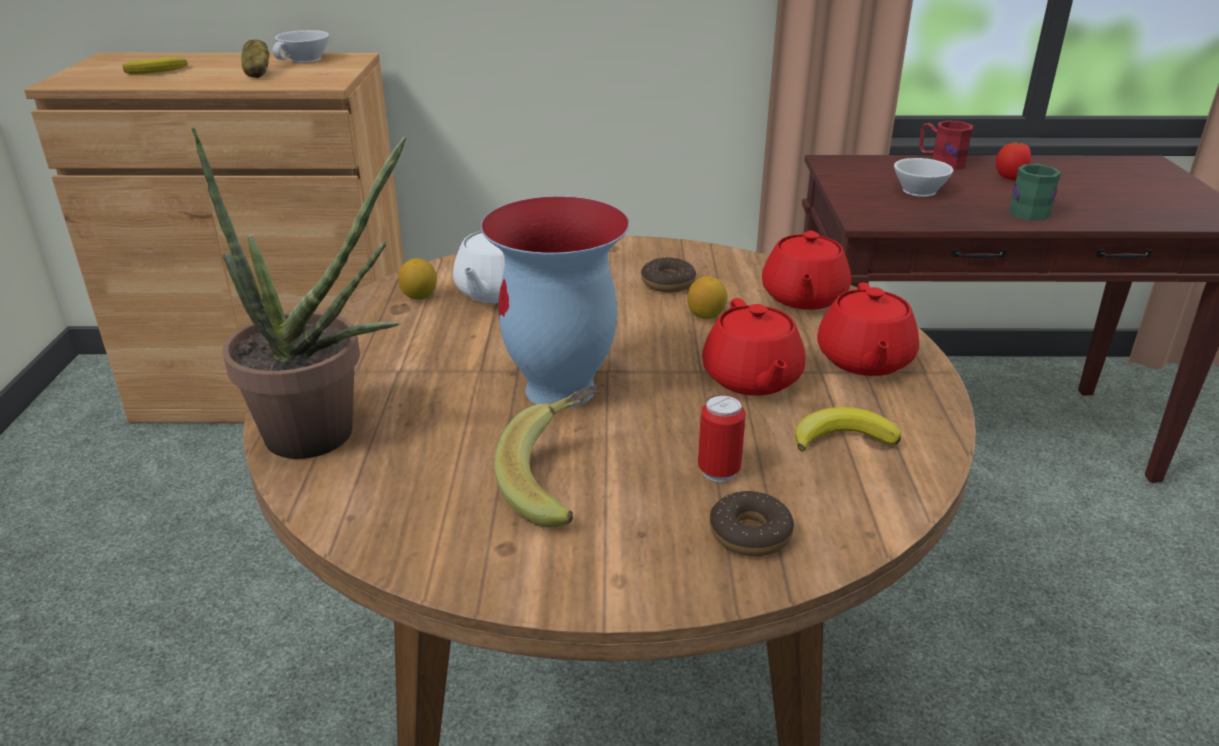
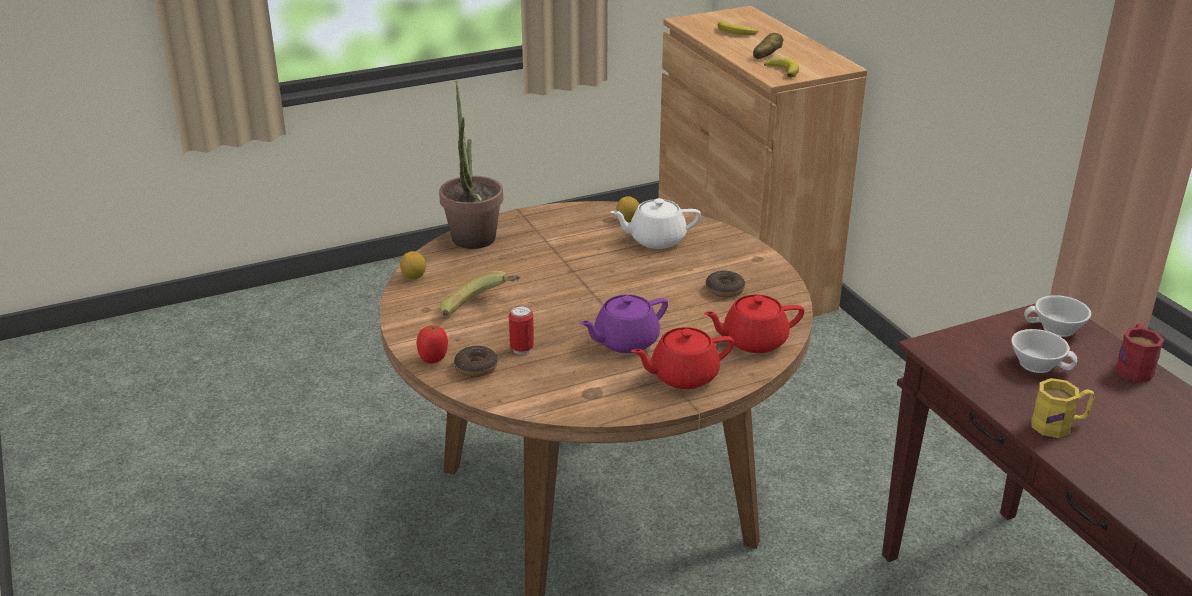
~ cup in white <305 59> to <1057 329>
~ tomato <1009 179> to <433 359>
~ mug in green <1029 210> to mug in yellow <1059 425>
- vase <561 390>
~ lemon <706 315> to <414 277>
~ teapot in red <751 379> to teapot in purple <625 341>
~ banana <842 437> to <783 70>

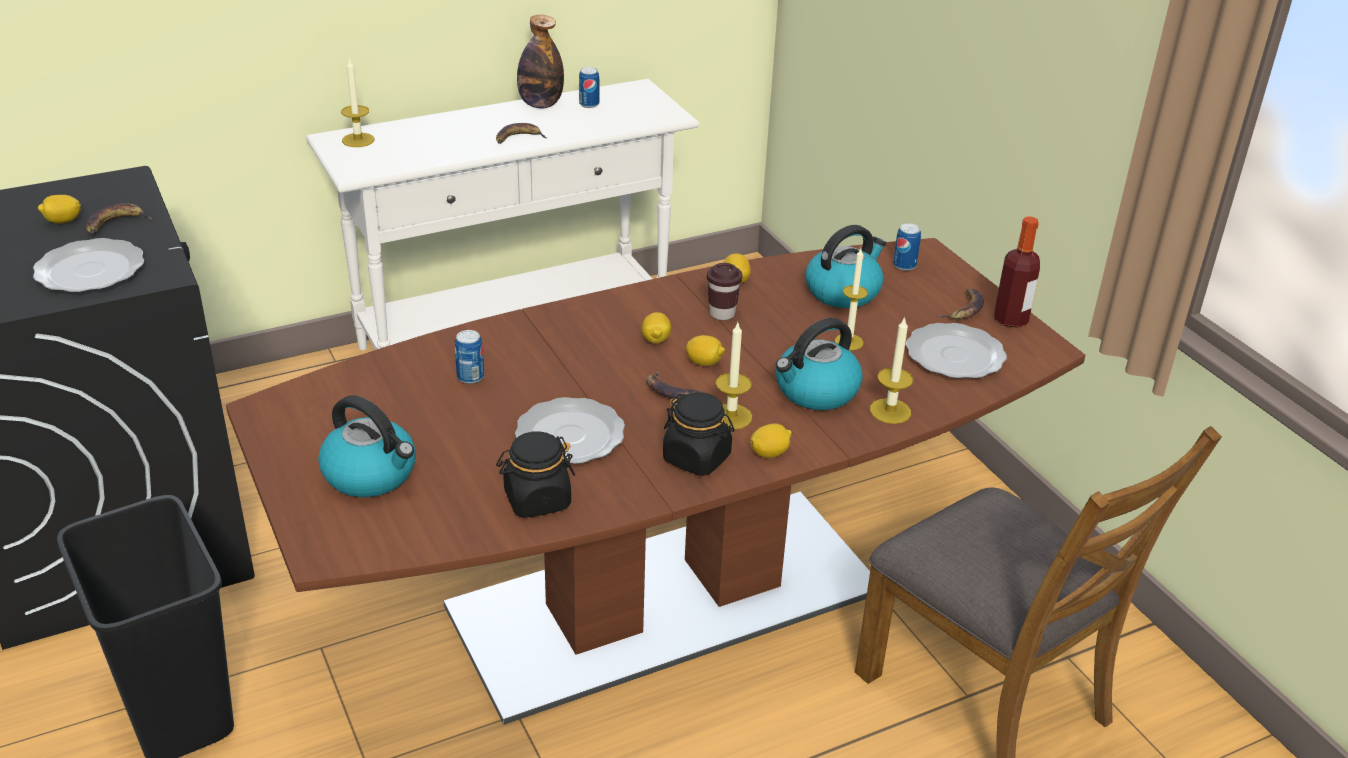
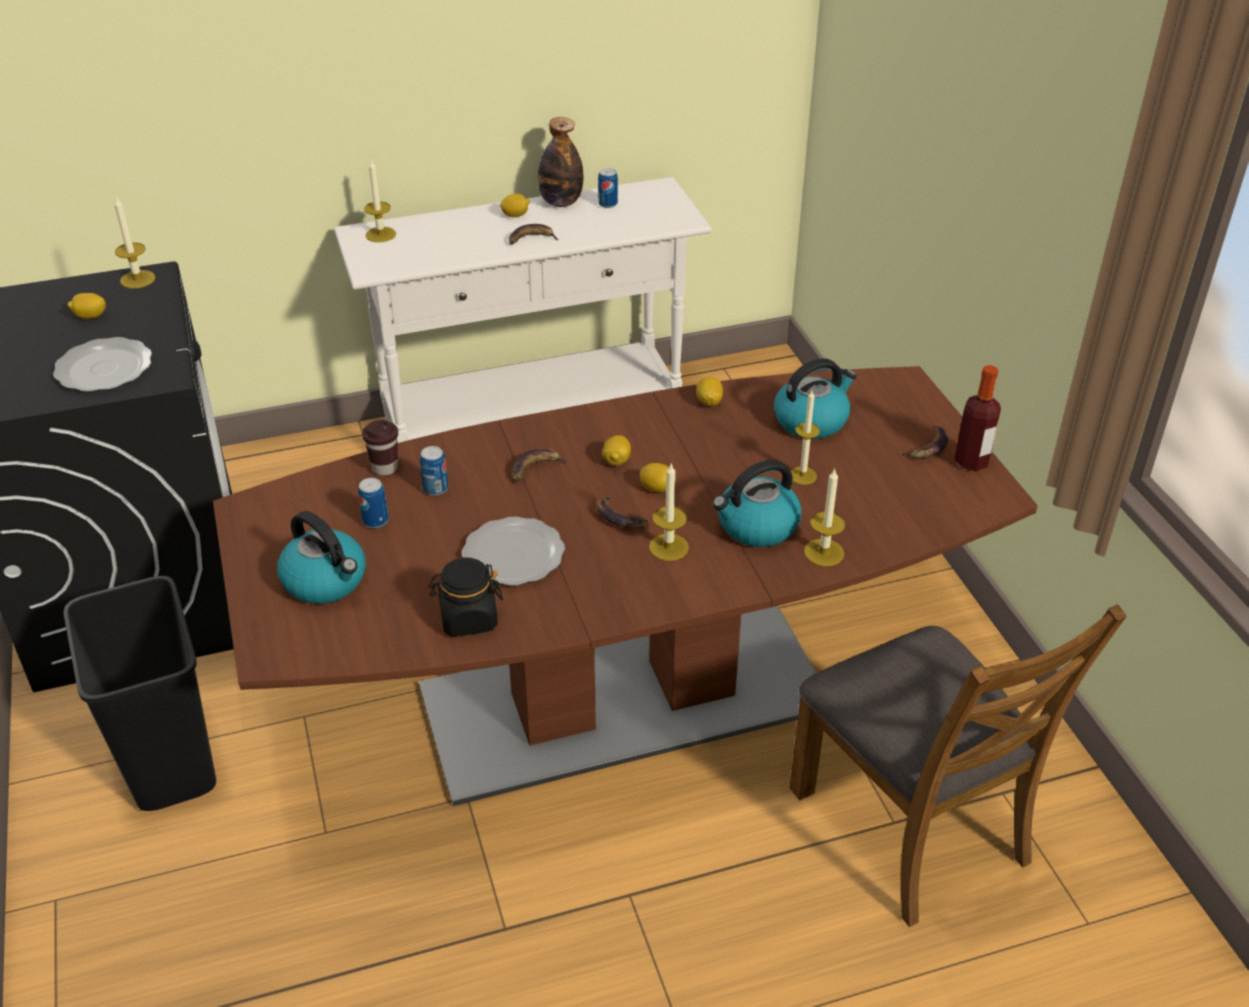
~ banana <115 224> to <536 469>
~ can <904 265> to <375 521>
~ cup in brown <722 314> to <385 468>
- plate <955 356>
- jar in black <697 458>
~ lemon <770 453> to <515 215>
+ candle <137 279>

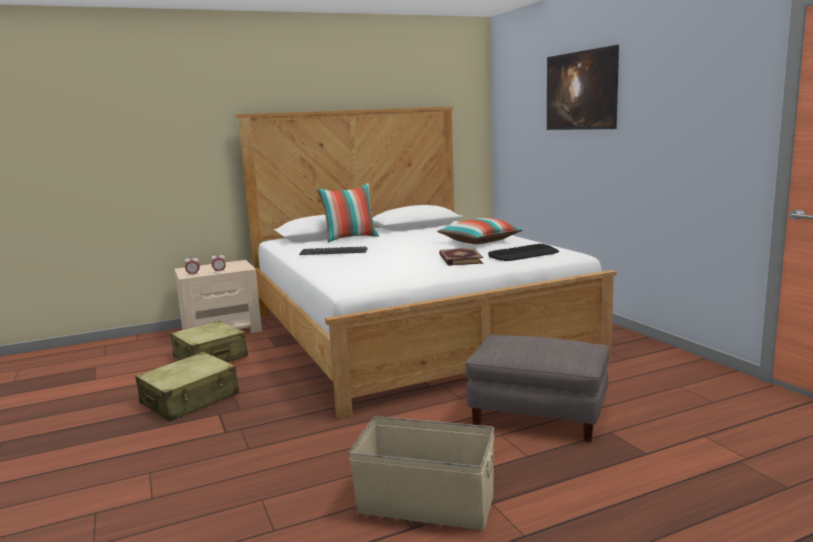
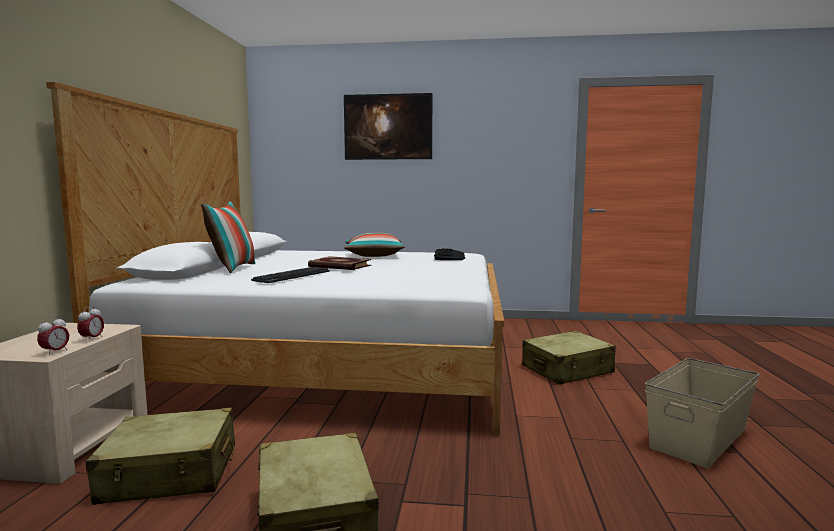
~ book <459 259> to <339 266>
~ ottoman in grey <539 414> to suitcase in beige <567 370>

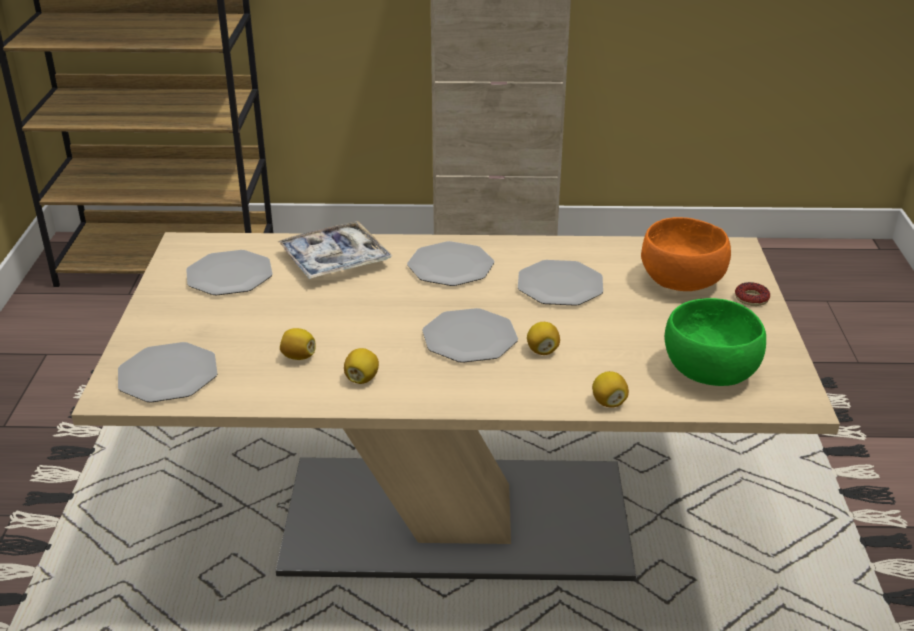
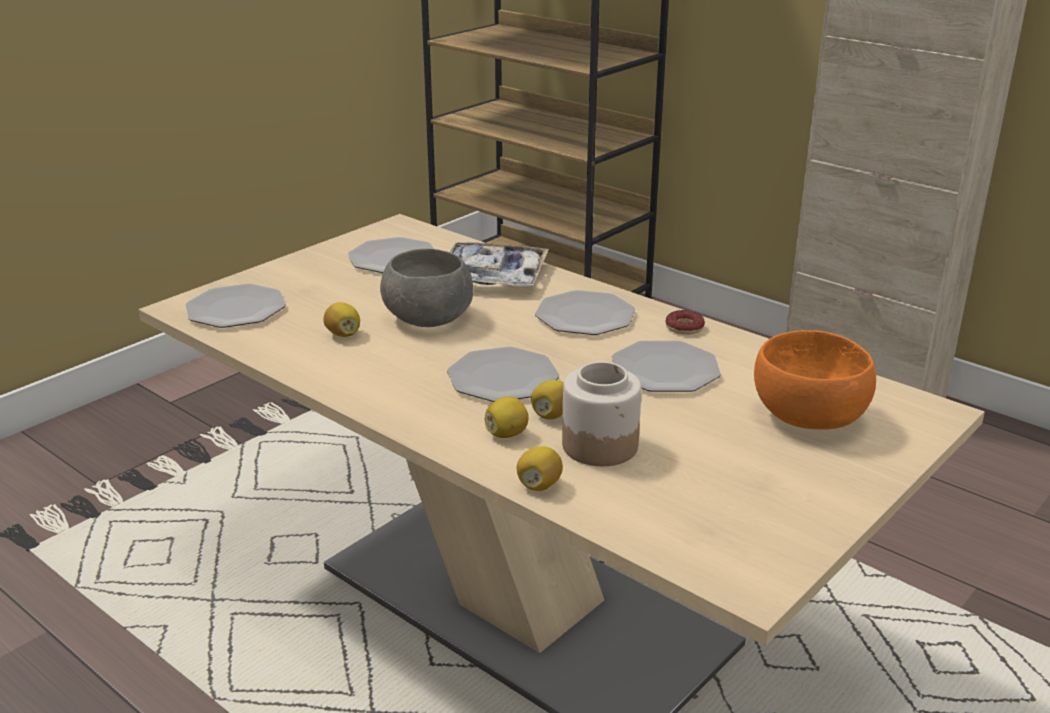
~ donut <751 298> to <684 327>
- bowl in green <710 372>
~ lemon <362 379> to <507 434>
+ bowl in grey <428 317>
+ jar <600 445>

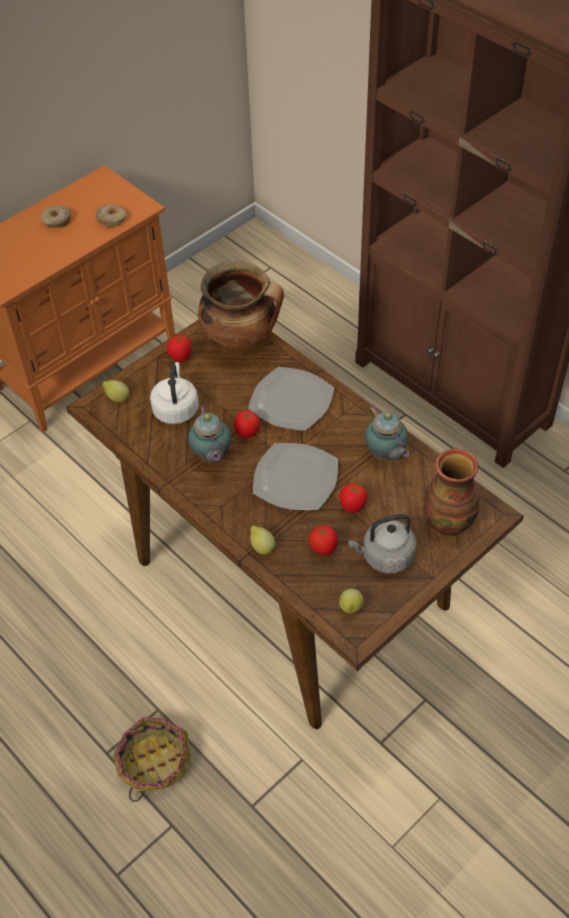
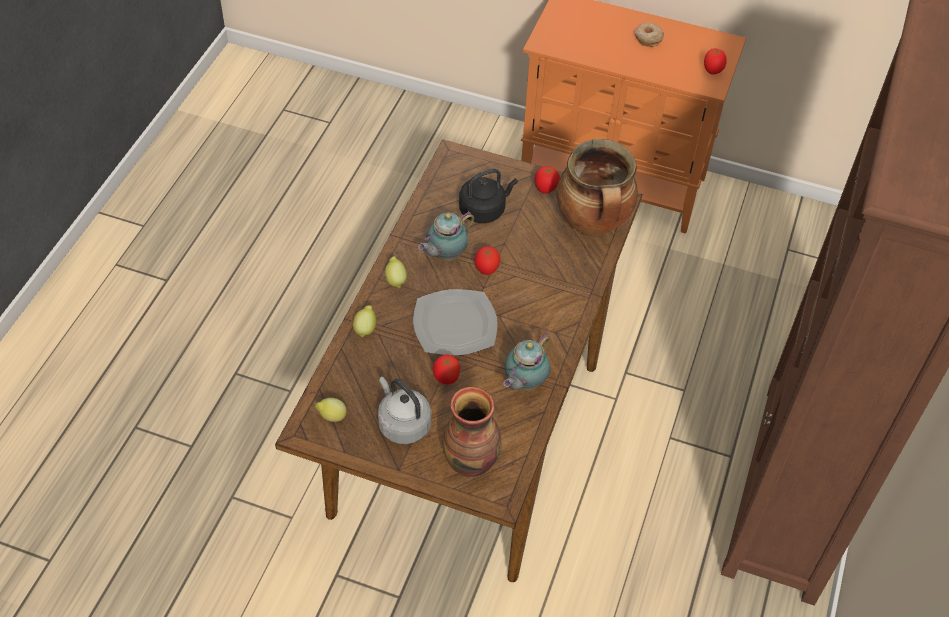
- donut <112 219>
~ kettle in white <176 408> to kettle in black <484 210>
- plate <292 401>
~ lemon <117 398> to <395 280>
~ tomato <323 549> to <712 71>
- basket <153 762>

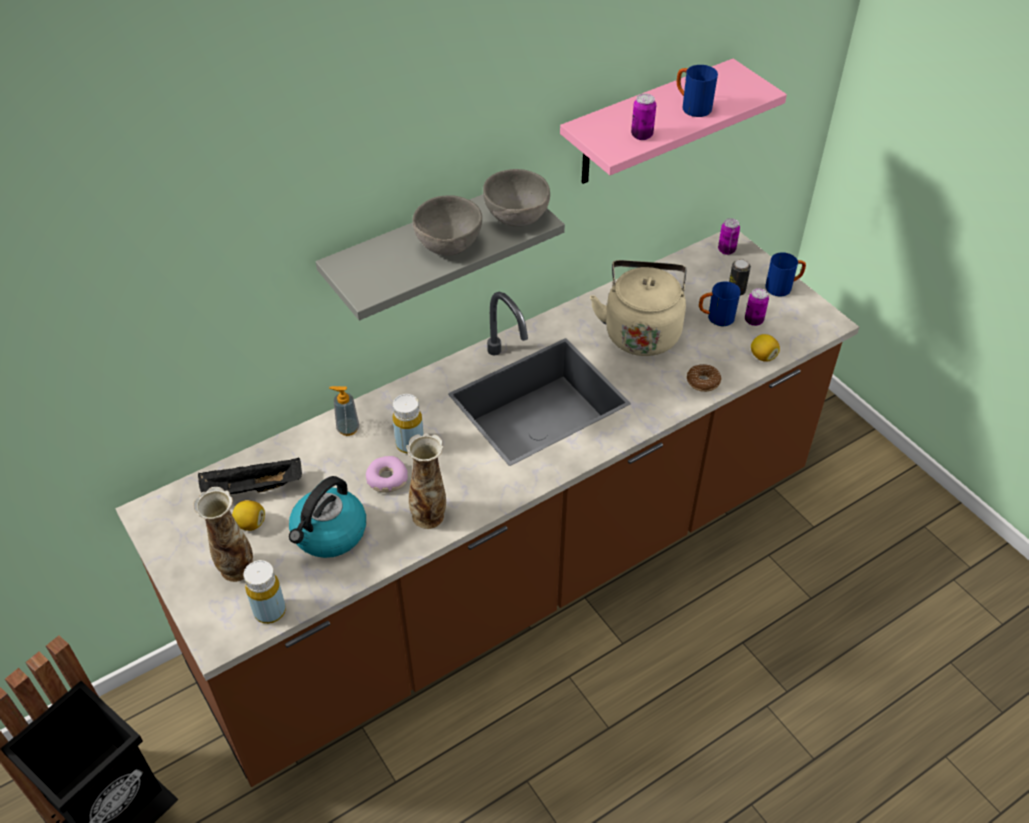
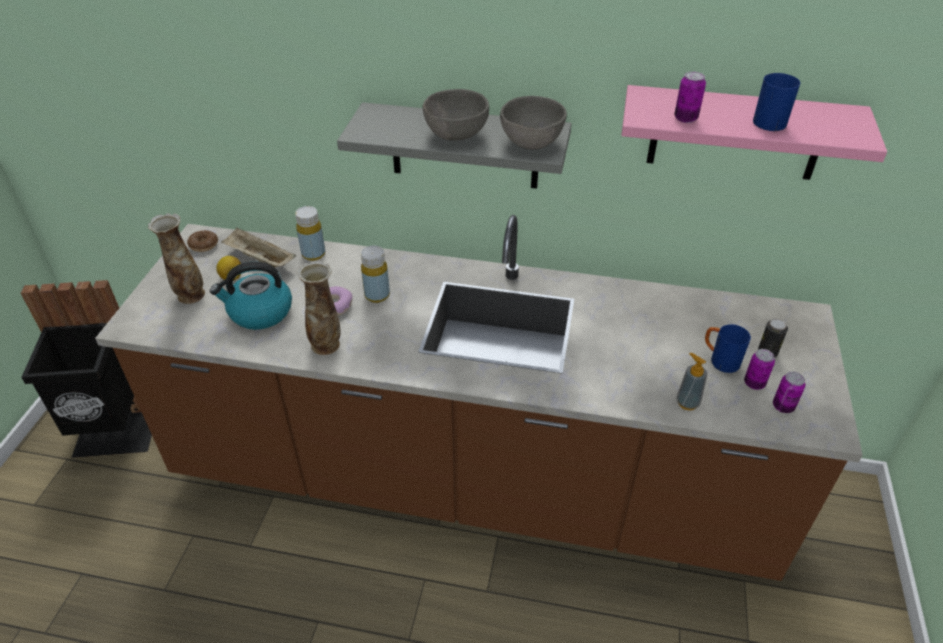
~ can <726 250> to <783 406>
- mug in blue <783 287>
- kettle in beige <641 331>
- lemon <763 356>
~ donut <703 382> to <204 245>
~ soap dispenser <348 428> to <687 402>
~ tray in black <252 489> to tray in beige <259 259>
~ bottle in yellow <270 611> to <313 254>

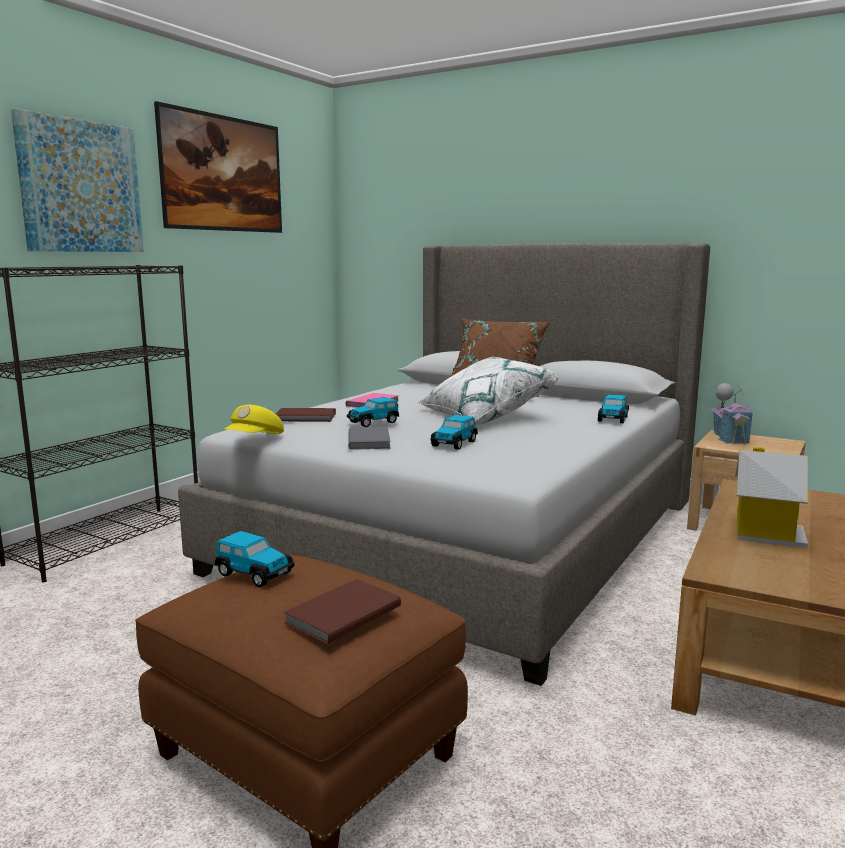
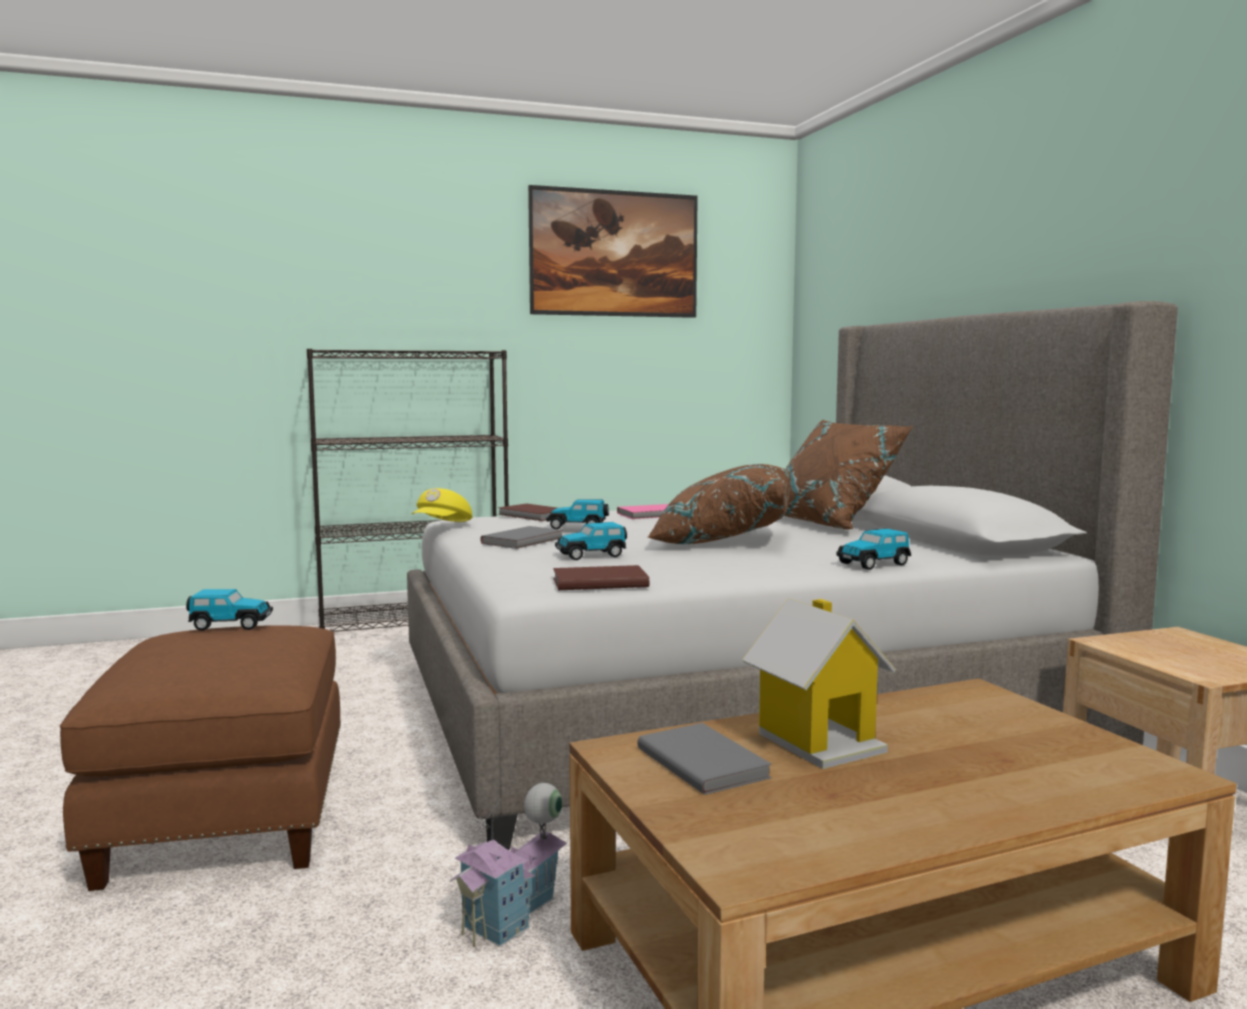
- picture <80 187>
~ pillow in white <484 416> to pillow in brown <722 539>
~ toy house <729 438> to <513 915>
~ cap in yellow <255 439> = <442 526> 45 degrees counterclockwise
~ toy car <253 573> = <229 625> 75 degrees counterclockwise
~ book in brown <340 614> to <598 582>
+ book in grey <704 762>

